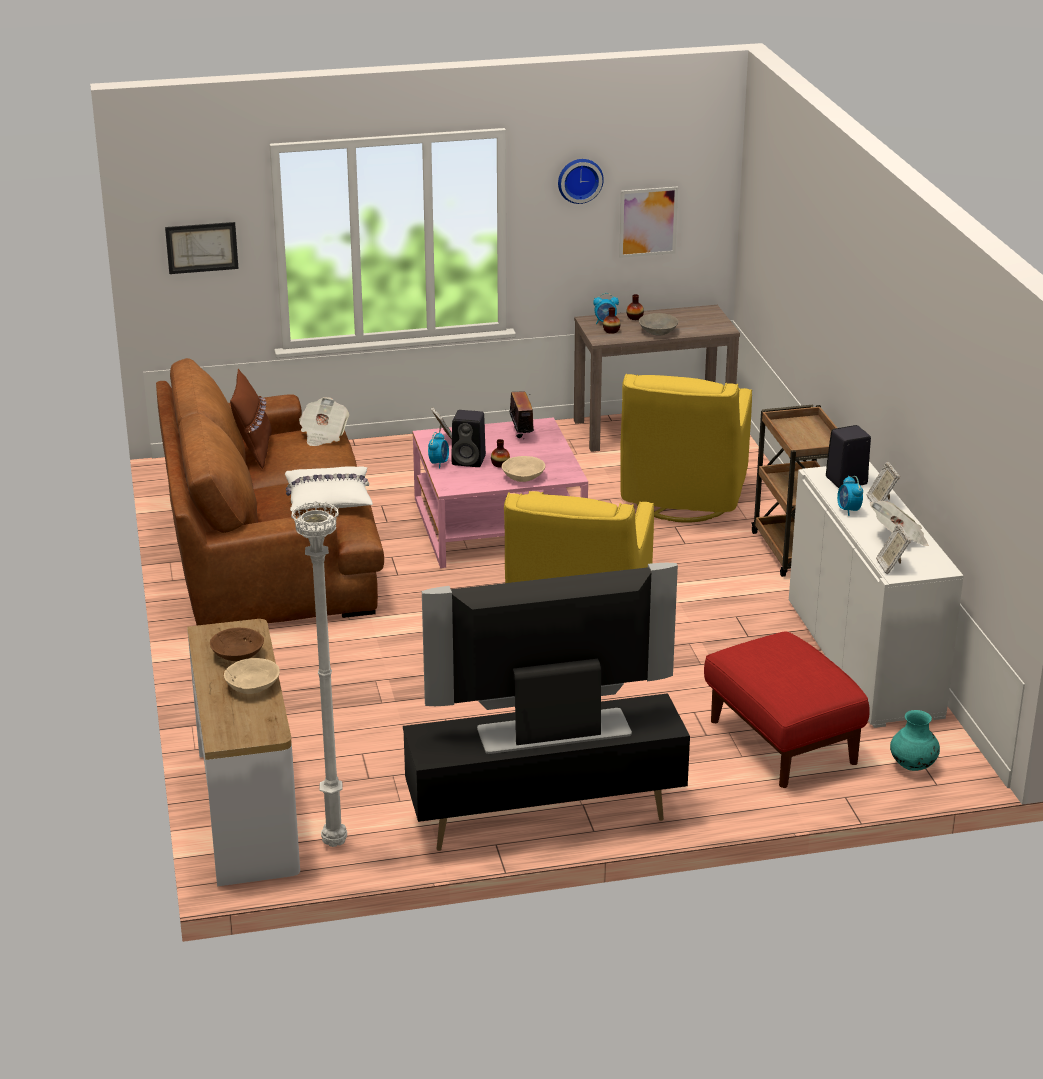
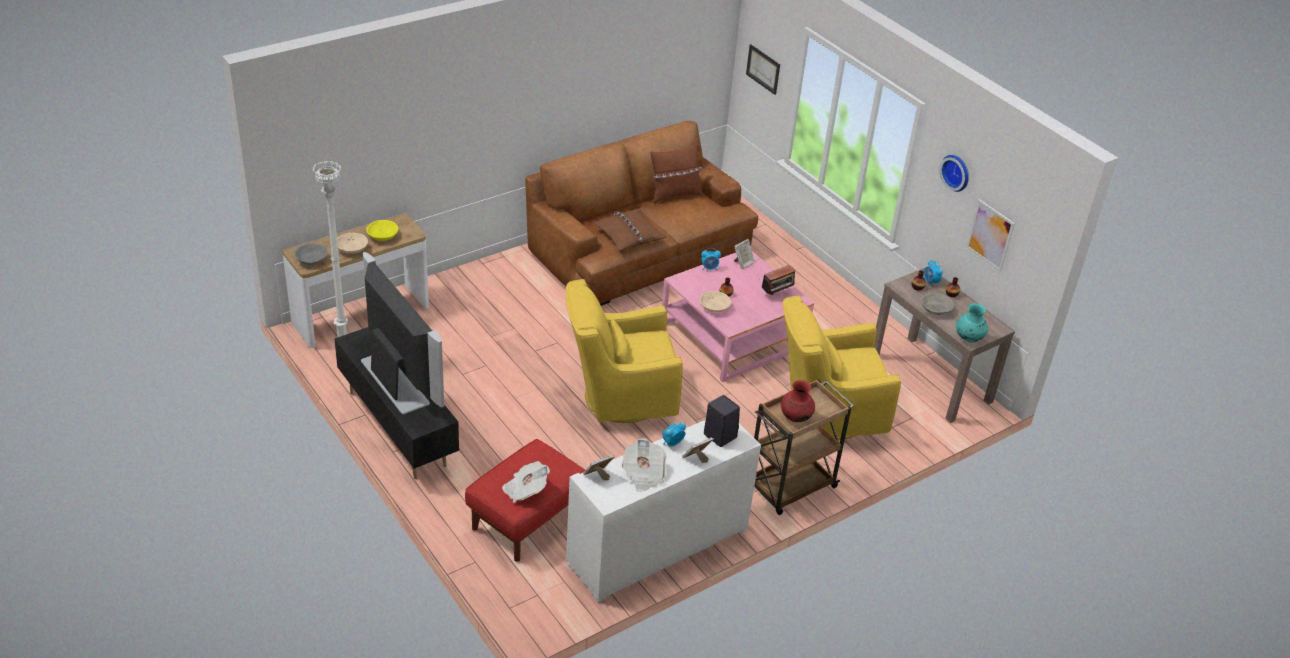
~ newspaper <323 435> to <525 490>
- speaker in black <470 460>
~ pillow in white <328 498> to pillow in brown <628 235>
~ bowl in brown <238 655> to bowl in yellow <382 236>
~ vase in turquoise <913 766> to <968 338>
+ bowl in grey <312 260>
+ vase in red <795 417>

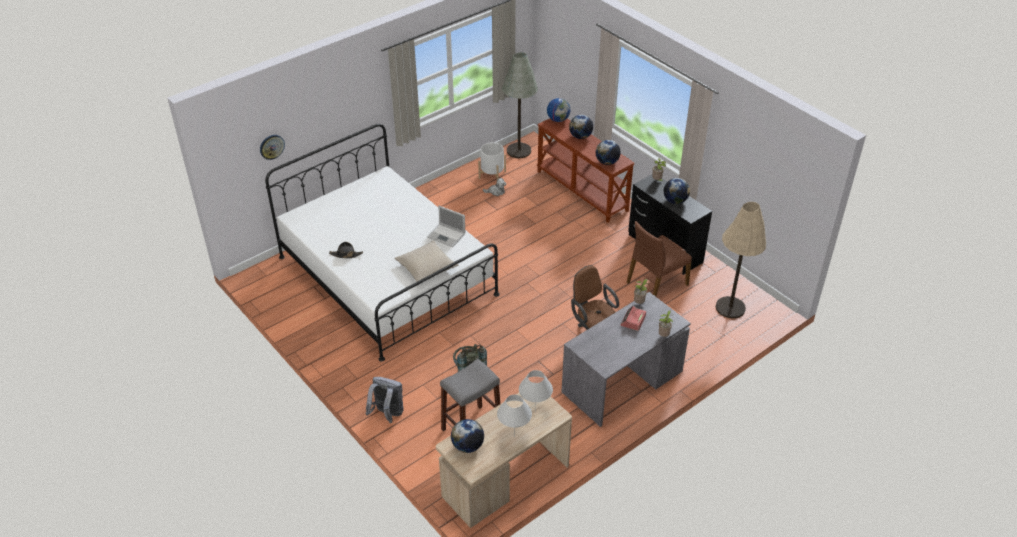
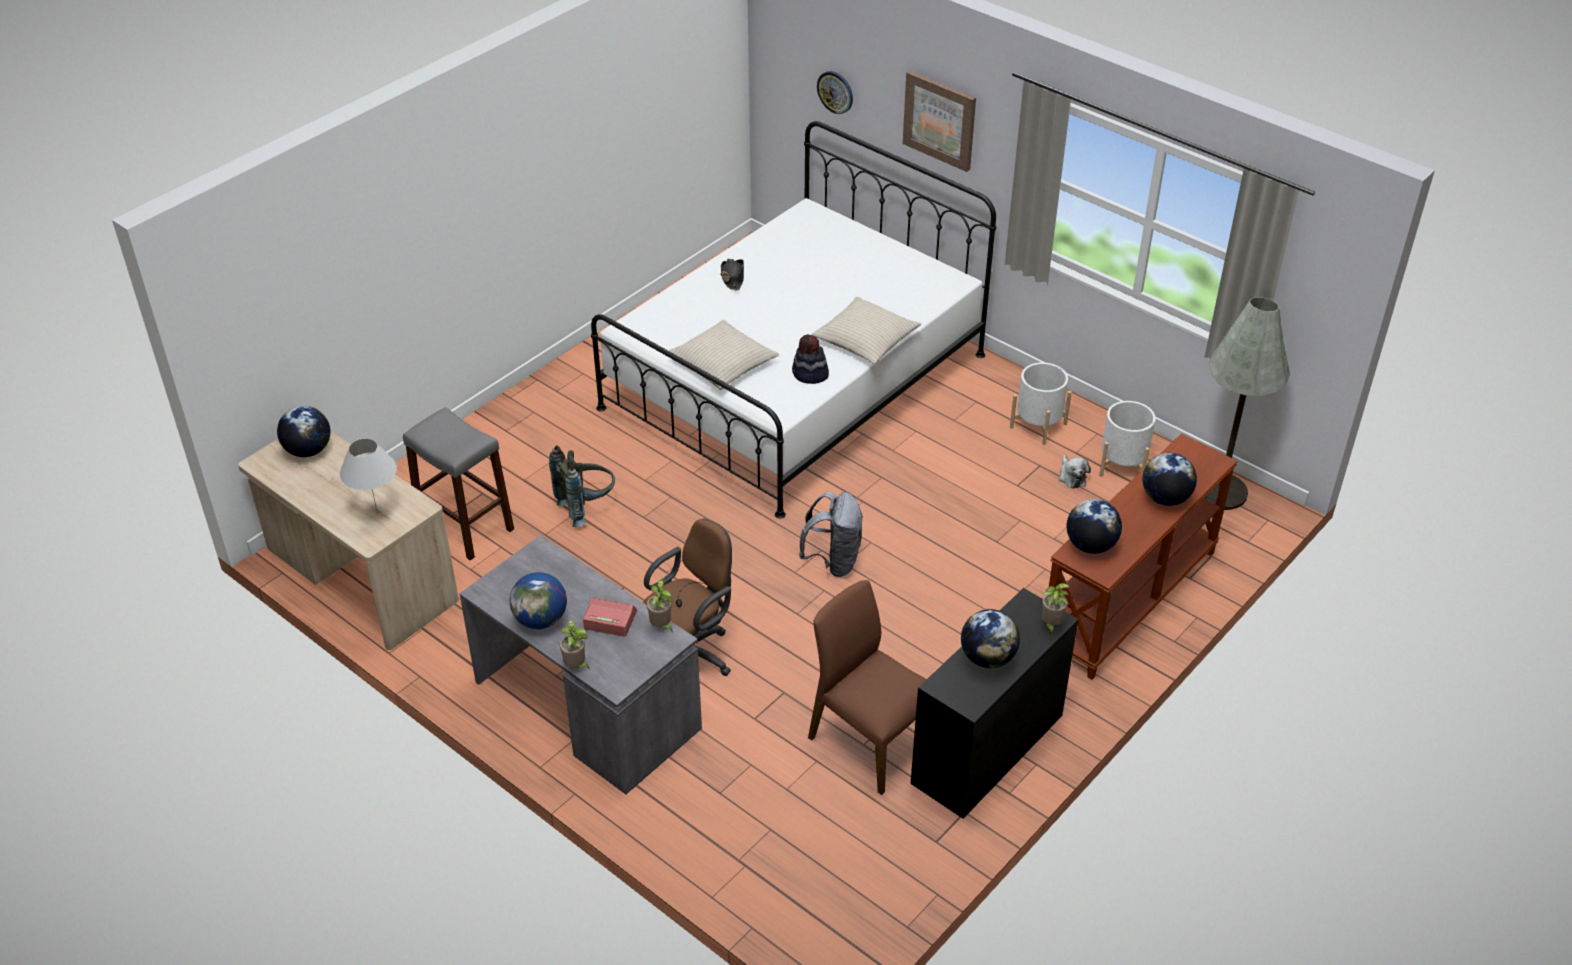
~ globe <558 119> to <541 620>
- floor lamp in beige <730 308>
~ laptop <447 235> to hat <810 374>
~ backpack in grey <387 414> to <833 561>
- table lamp in white <514 436>
+ picture <940 120>
+ pillow in beige <865 339>
+ planter in white <1038 425>

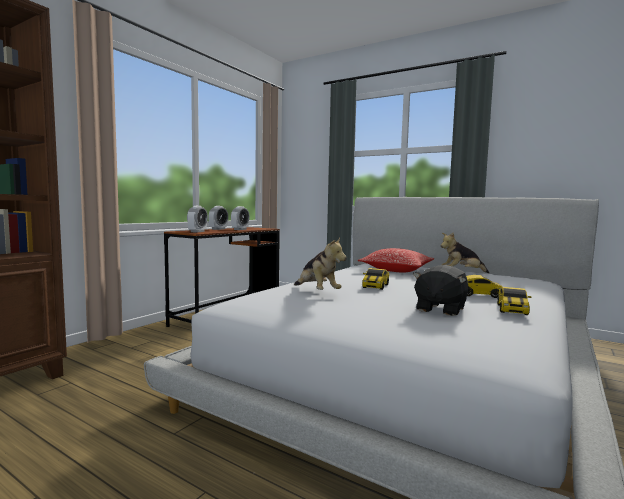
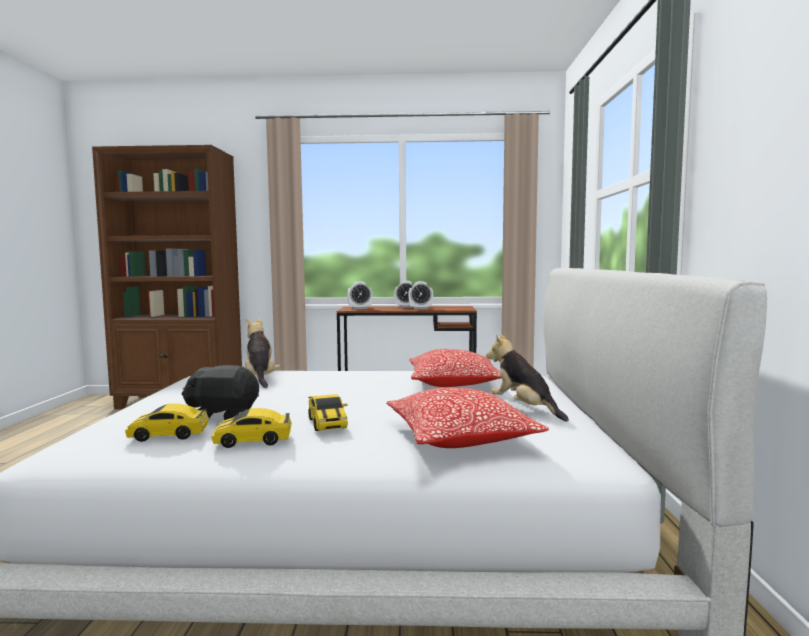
~ plush toy <317 292> = <260 379> 135 degrees clockwise
~ toy car <376 286> to <168 435>
+ pillow <460 438>

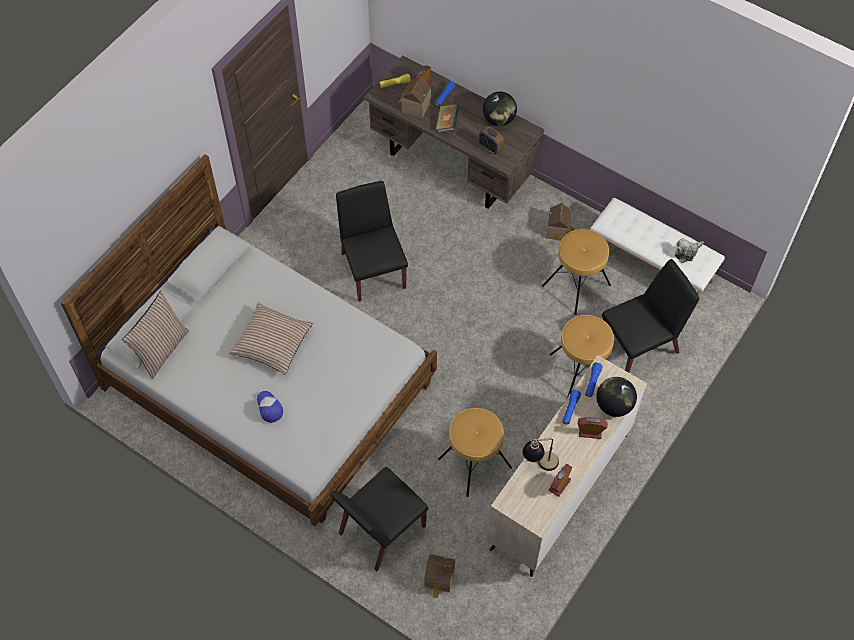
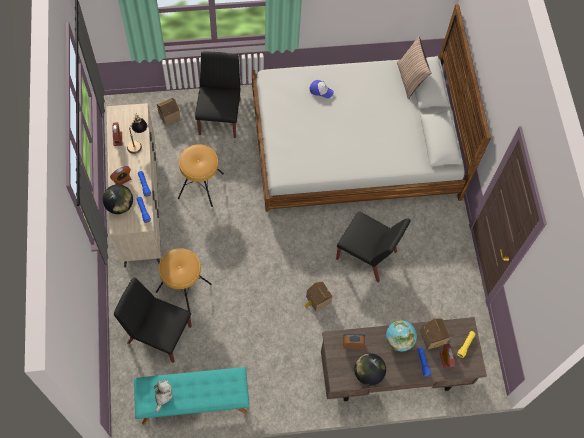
~ book <447 124> to globe <399 340>
~ bench in white <651 266> to bench in turquoise <193 402>
~ toy house <559 230> to <317 300>
- stool in brown <576 285>
~ chair in black <640 345> = <158 334> 90 degrees clockwise
- pillow <272 343>

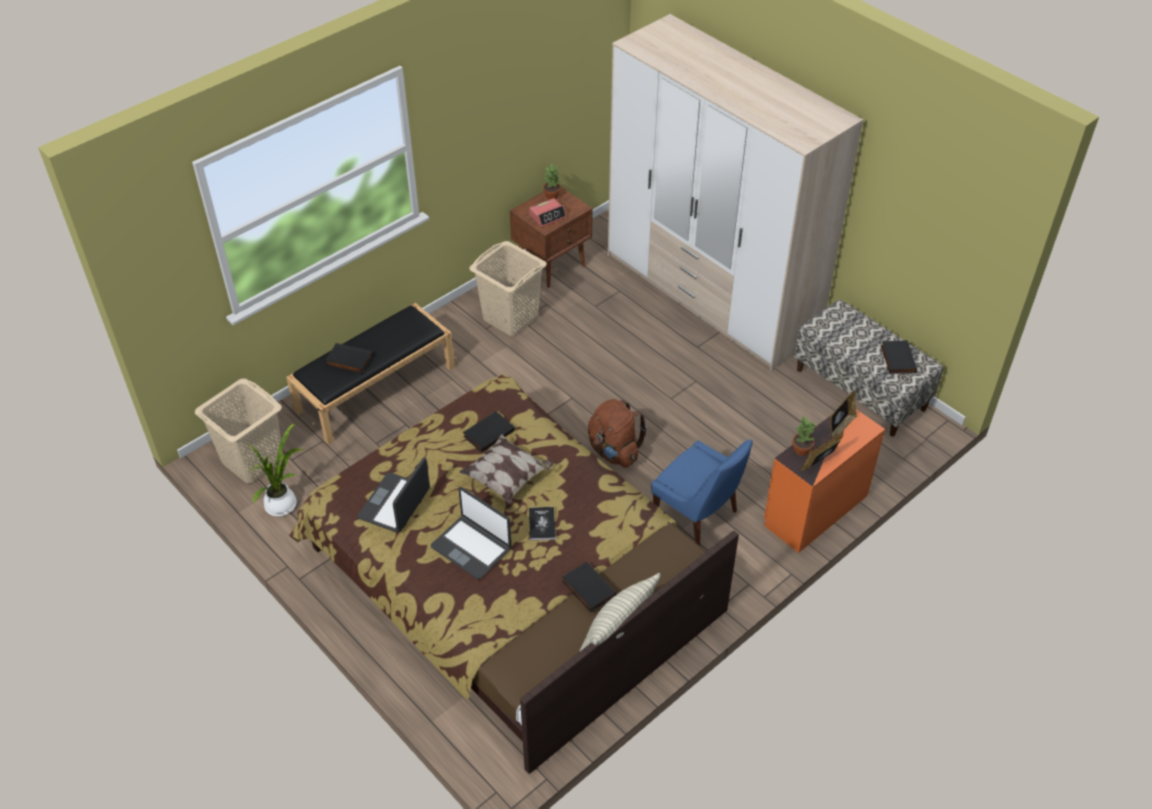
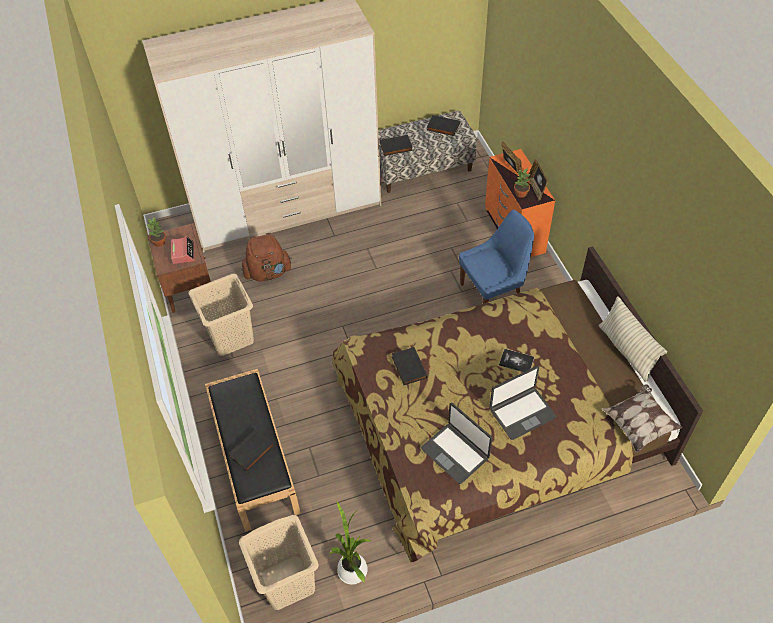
~ backpack in brown <614 451> to <268 273>
~ pillow <507 478> to <639 424>
~ book in black <587 589> to <396 147>

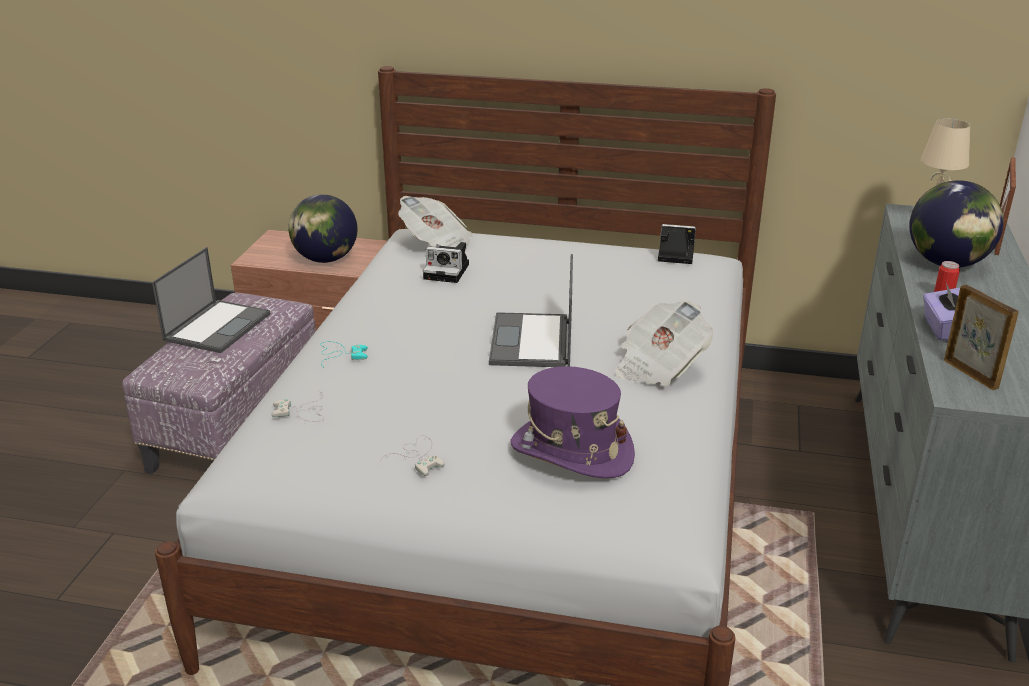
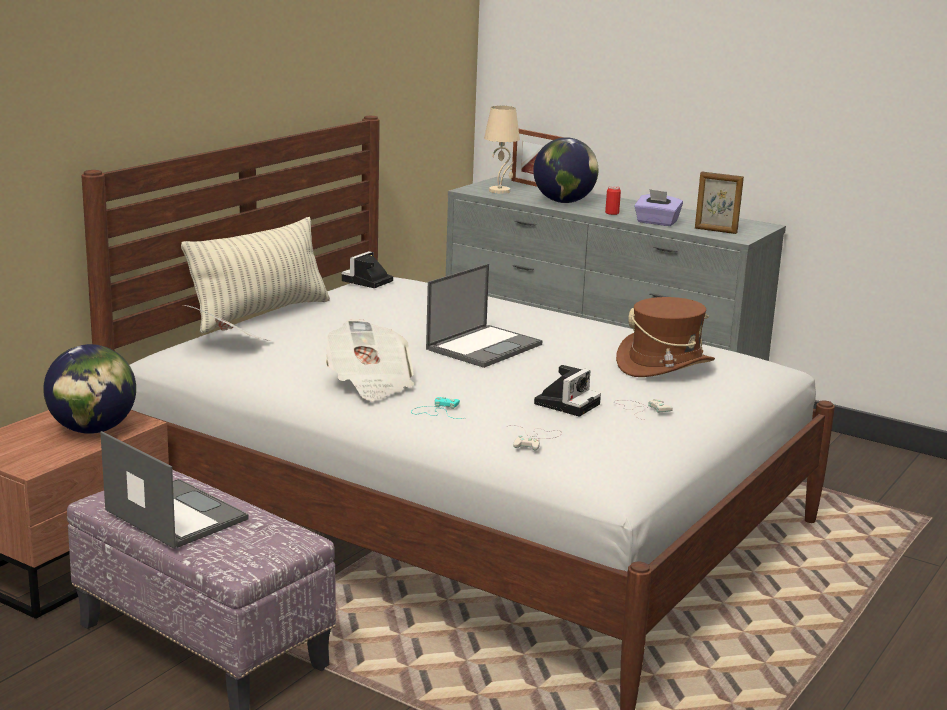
~ photo camera <448 271> to <567 403>
~ laptop <532 342> = <484 346> 75 degrees counterclockwise
~ picture frame <971 374> = <715 231> 150 degrees counterclockwise
~ newspaper <659 366> to <369 384>
~ hat in purple <571 451> to hat in brown <664 365>
+ pillow <260 314>

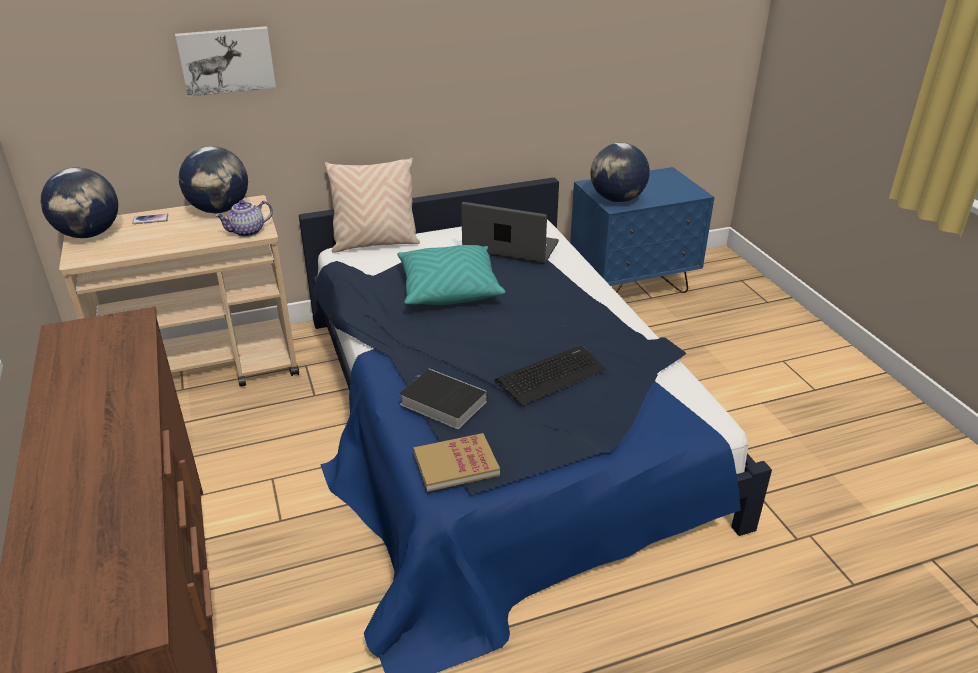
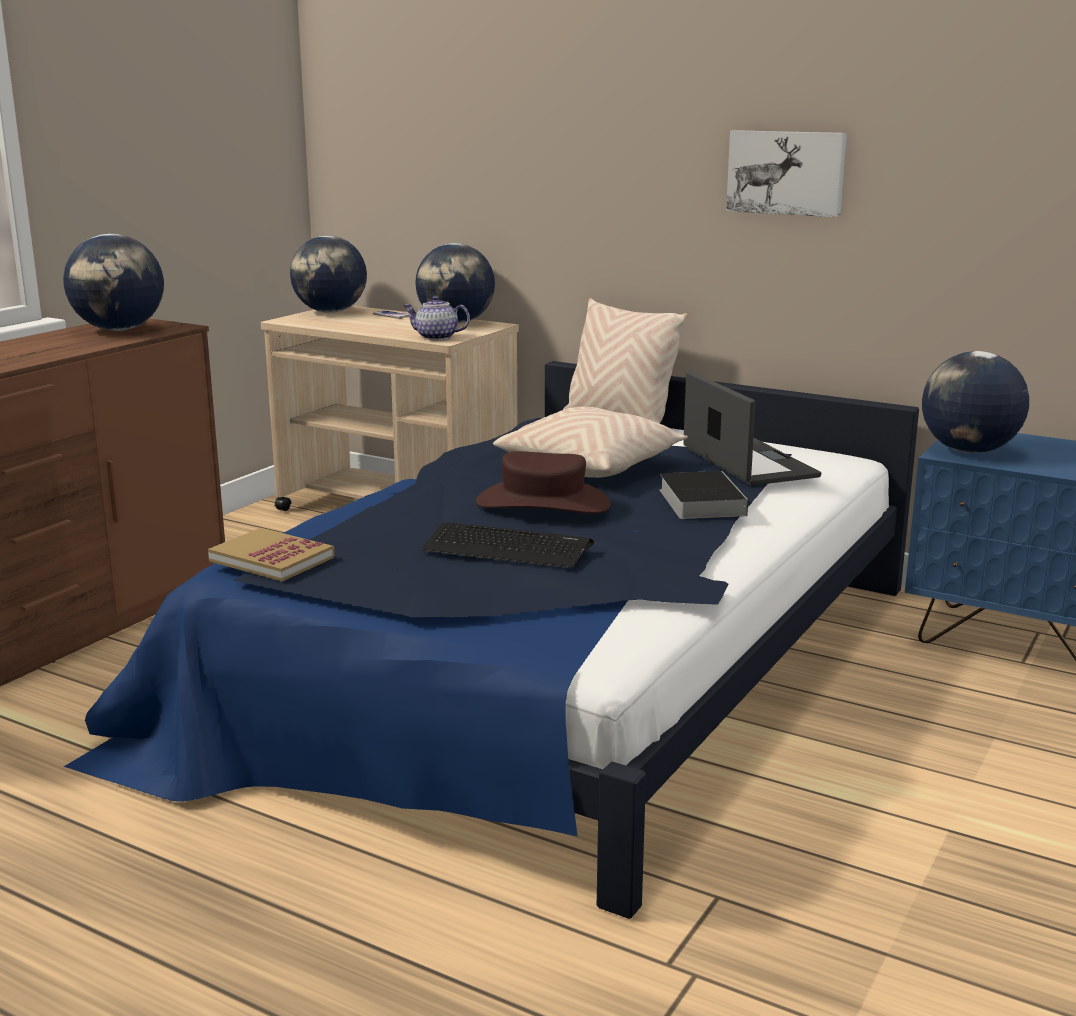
~ picture <226 60> to <786 172>
~ pillow in turquoise <448 289> to pillow in beige <591 466>
~ book <440 402> to <700 501>
+ globe <119 330>
+ hat in brown <543 503>

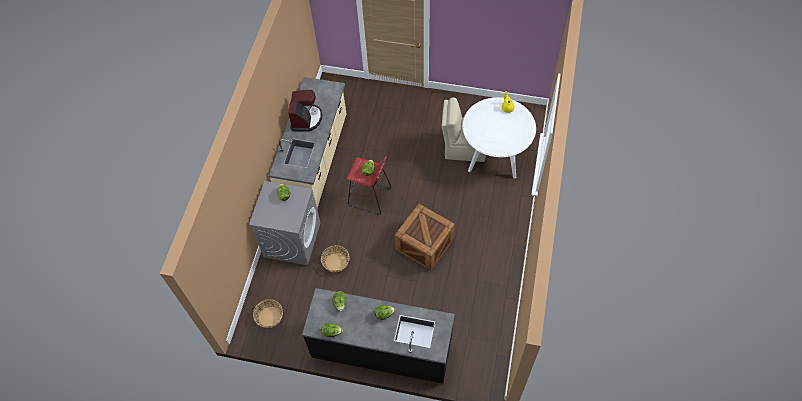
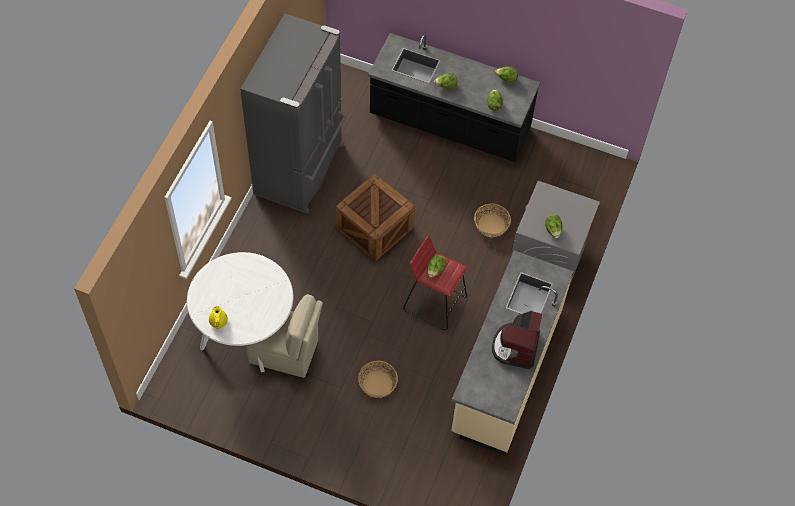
~ basket <270 317> to <377 384>
+ fridge in grey <301 169>

